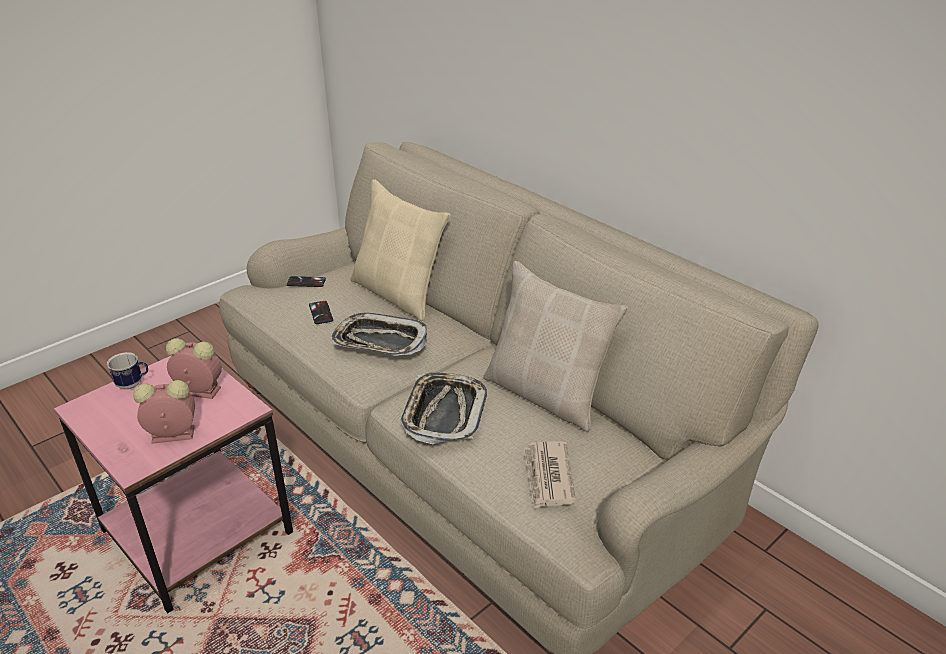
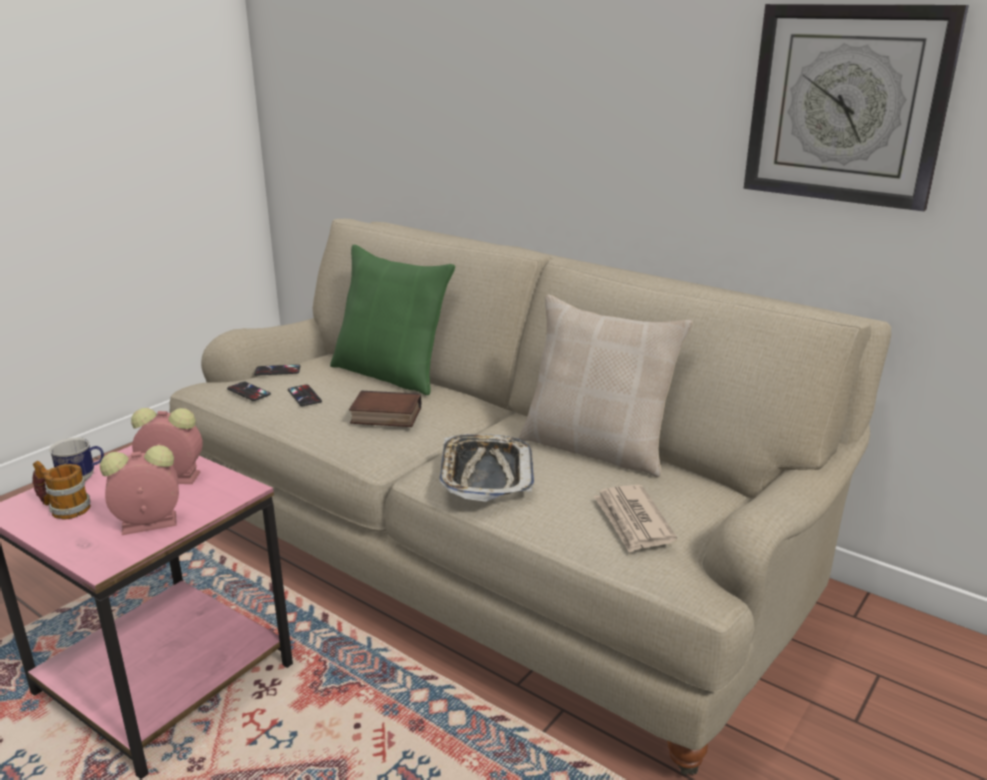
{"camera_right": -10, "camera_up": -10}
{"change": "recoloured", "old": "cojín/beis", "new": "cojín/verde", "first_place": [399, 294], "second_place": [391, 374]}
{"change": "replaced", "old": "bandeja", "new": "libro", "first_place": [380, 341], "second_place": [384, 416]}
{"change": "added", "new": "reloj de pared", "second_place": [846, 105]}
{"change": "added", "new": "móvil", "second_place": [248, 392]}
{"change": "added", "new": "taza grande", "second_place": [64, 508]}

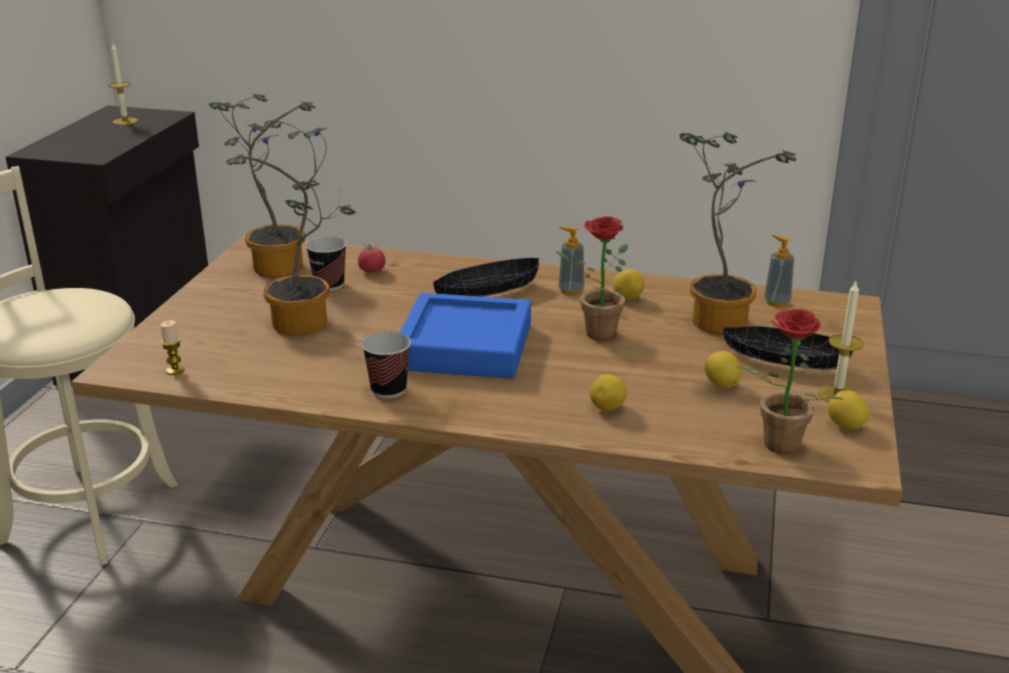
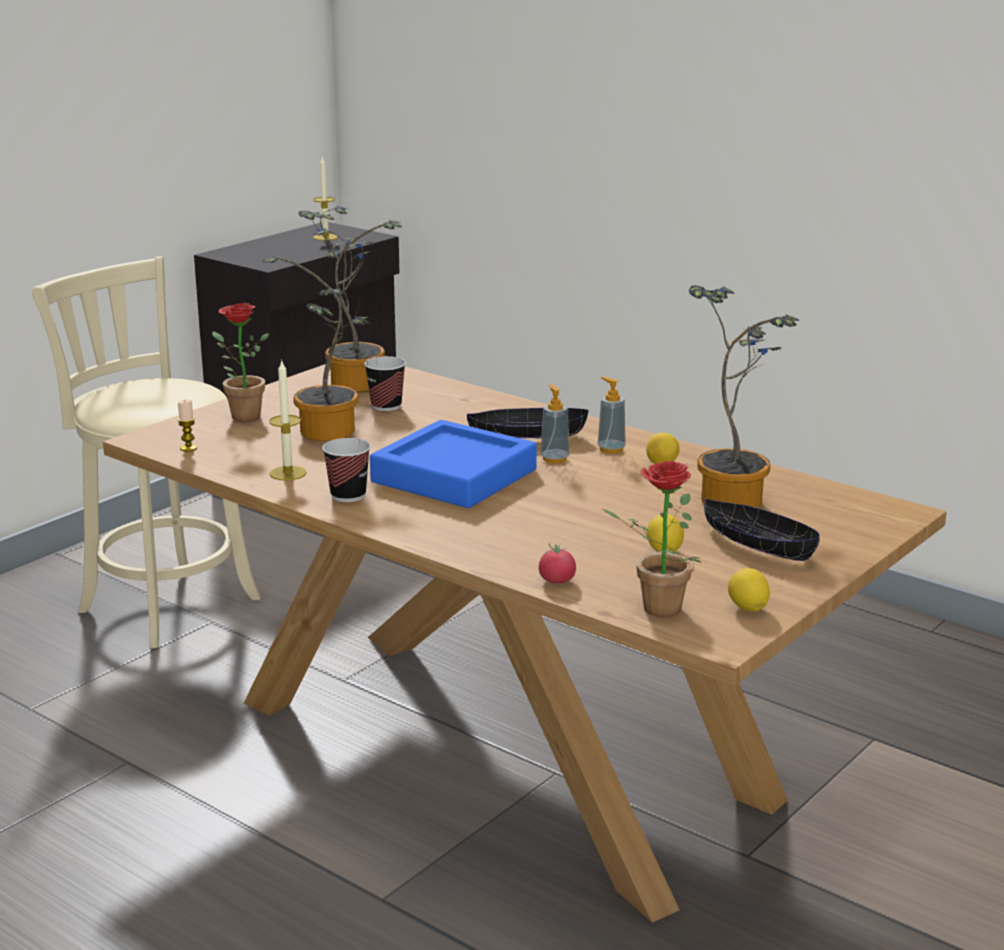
{"camera_right": 25, "camera_up": -5}
{"change": "moved", "old": "planta en maceta", "first_place": [593, 333], "second_place": [240, 416]}
{"change": "moved", "old": "dispensador de jabón", "first_place": [776, 302], "second_place": [554, 459]}
{"change": "moved", "old": "tomate", "first_place": [372, 271], "second_place": [557, 581]}
{"change": "moved", "old": "vela", "first_place": [837, 395], "second_place": [288, 473]}
{"change": "removed", "old": "limón", "first_place": [607, 408]}

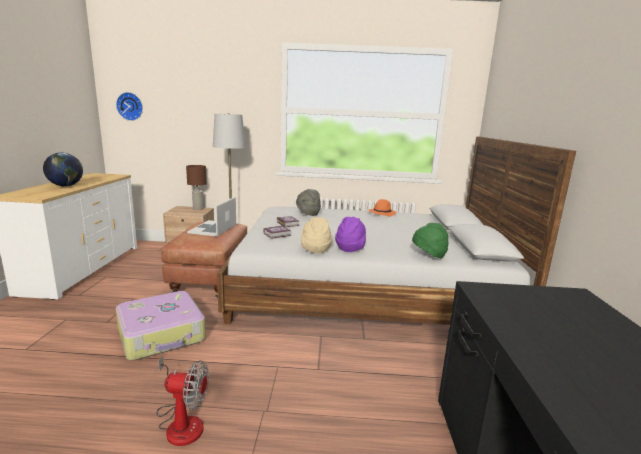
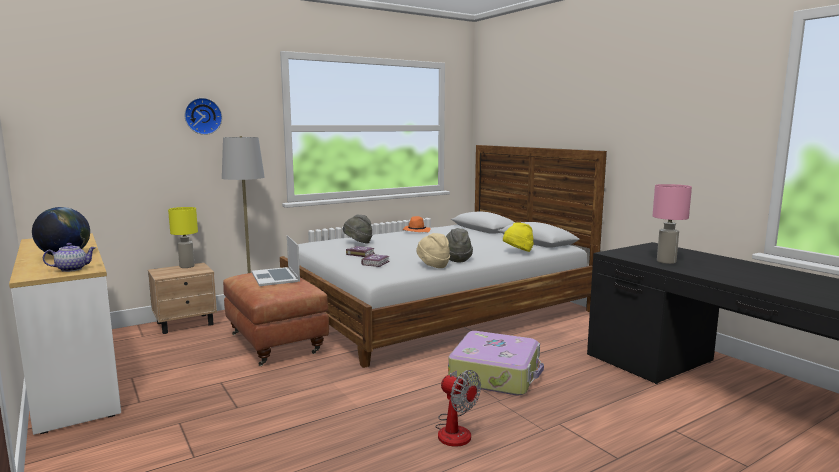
{"camera_right": -35, "camera_up": -5}
{"change": "moved", "old": "reloj de pared", "first_place": [130, 106], "second_place": [202, 116]}
{"change": "recoloured", "old": "lámpara de mesa/marrón", "new": "lámpara de mesa/amarillo", "first_place": [198, 208], "second_place": [187, 266]}
{"change": "recoloured", "old": "sombrero/morado", "new": "sombrero/gris", "first_place": [350, 248], "second_place": [456, 259]}
{"change": "recoloured", "old": "sombrero/verde", "new": "sombrero/amarillo", "first_place": [428, 255], "second_place": [518, 252]}
{"change": "moved", "old": "maleta", "first_place": [162, 334], "second_place": [495, 374]}
{"change": "turned", "old": "ventilador", "first_place": [181, 422], "second_place": [455, 430], "degrees": 75}
{"change": "added", "new": "lámpara de mesa/rosa", "second_place": [667, 262]}
{"change": "added", "new": "tetera", "second_place": [72, 269]}

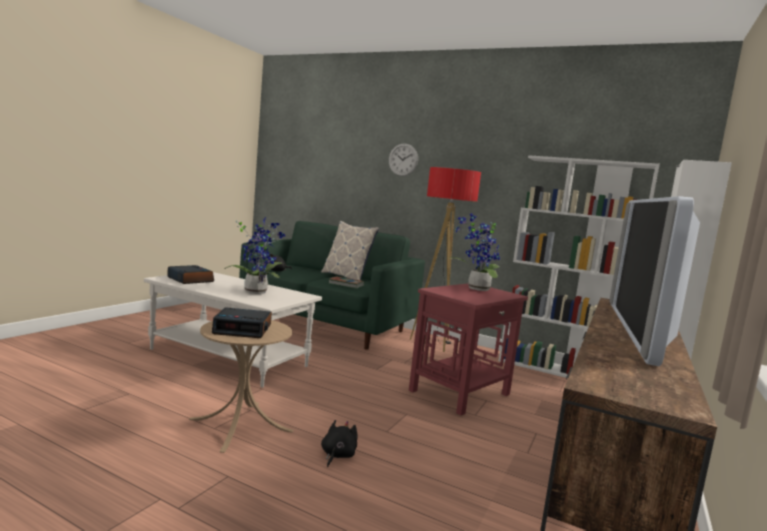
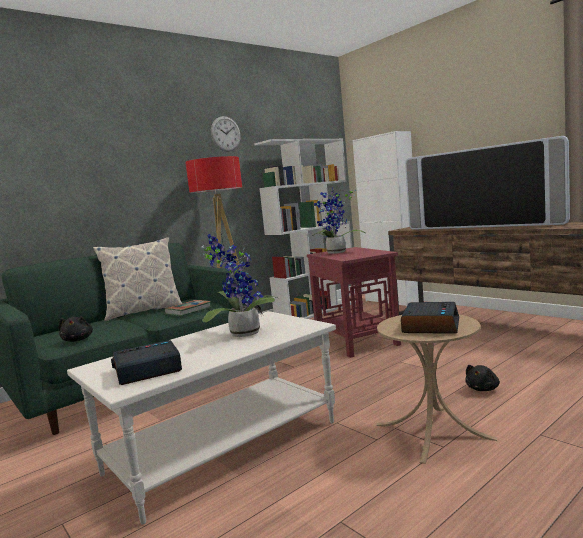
{"camera_right": -65, "camera_up": 0}
{"change": "moved", "old": "reloj de pared", "first_place": [403, 160], "second_place": [225, 134]}
{"change": "turned", "old": "peluche/negro", "first_place": [337, 455], "second_place": [483, 389], "degrees": -90}

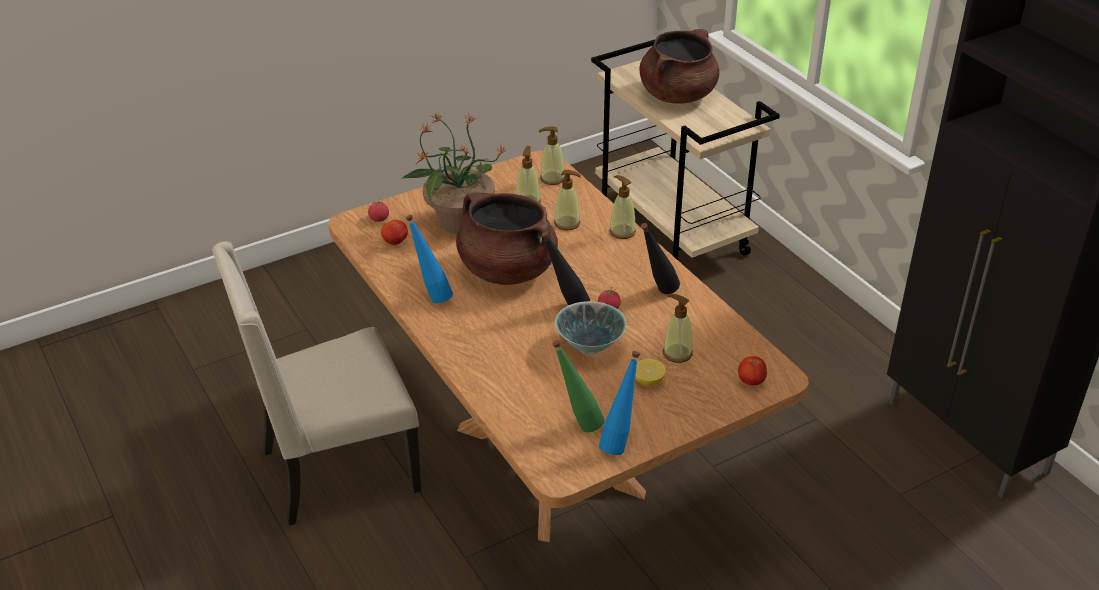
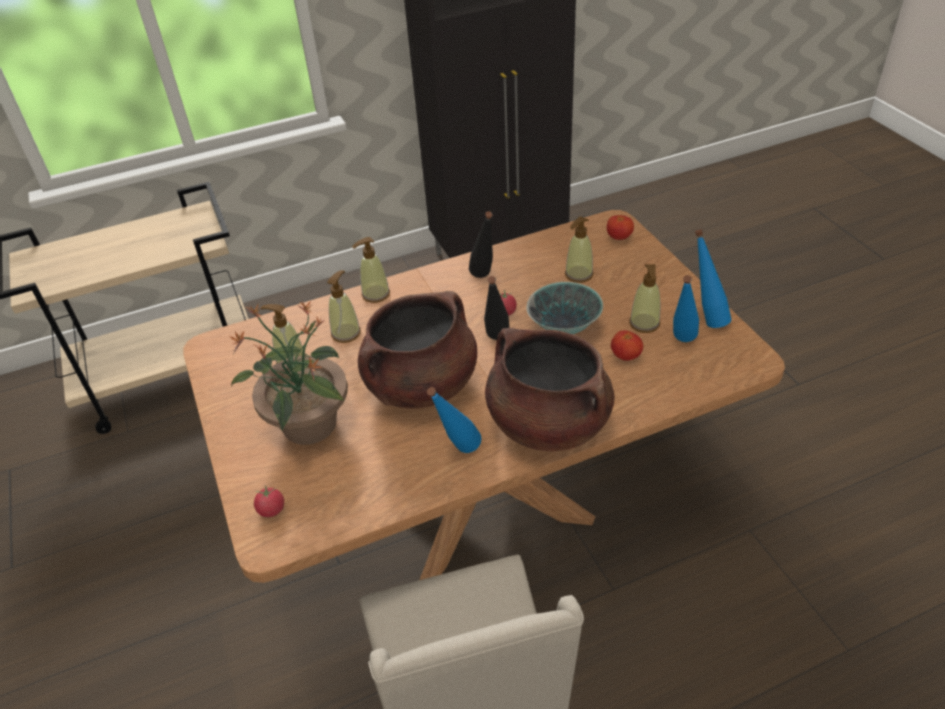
{"camera_right": -80, "camera_up": 5}
{"change": "moved", "old": "olla/marrón", "first_place": [677, 95], "second_place": [547, 423]}
{"change": "moved", "old": "dispensador de jabón", "first_place": [552, 178], "second_place": [644, 323]}
{"change": "moved", "old": "tomate", "first_place": [395, 242], "second_place": [625, 356]}
{"change": "recoloured", "old": "botella/verde", "new": "botella/azul", "first_place": [578, 424], "second_place": [681, 343]}
{"change": "removed", "old": "limón", "first_place": [648, 381]}

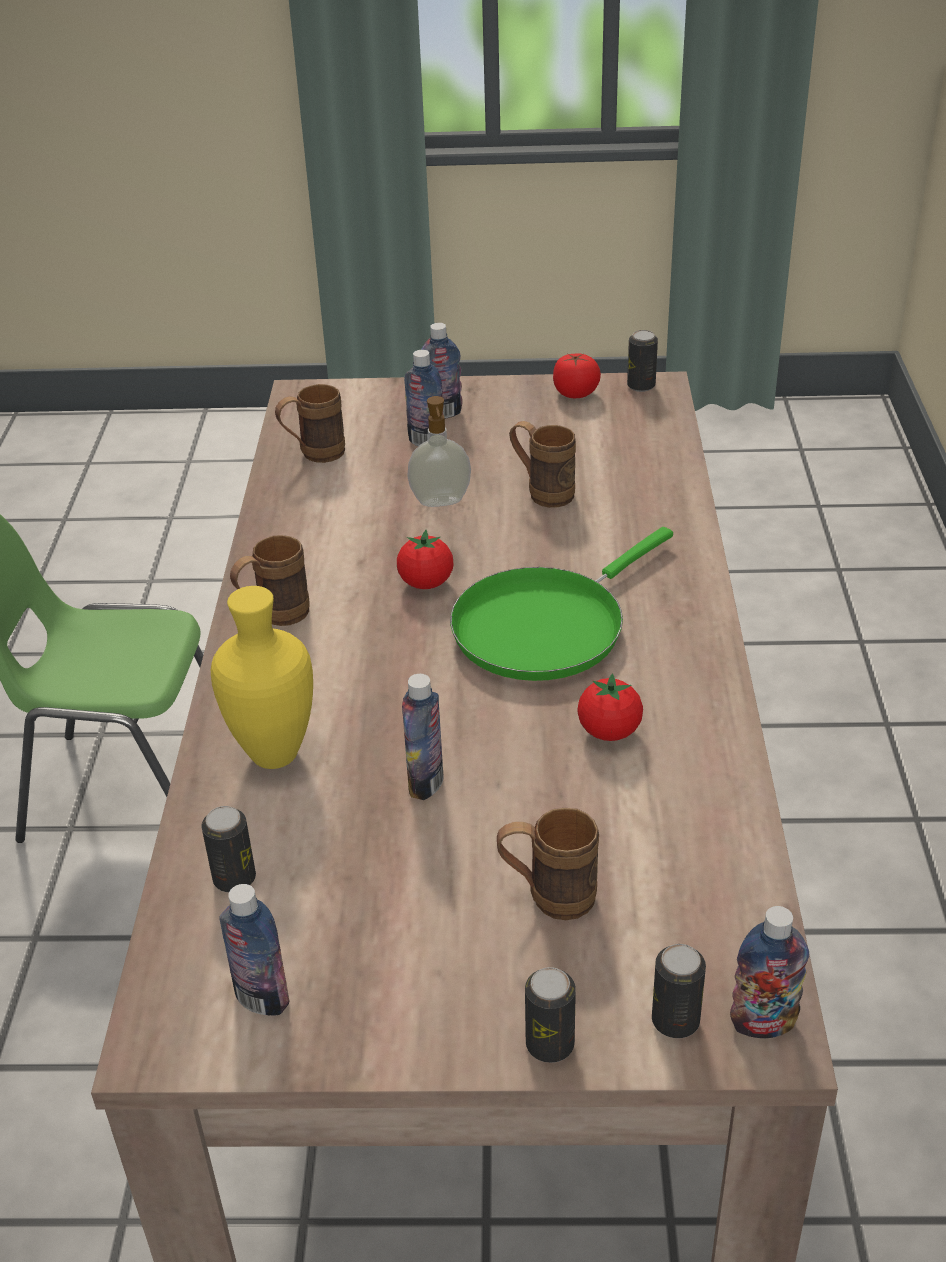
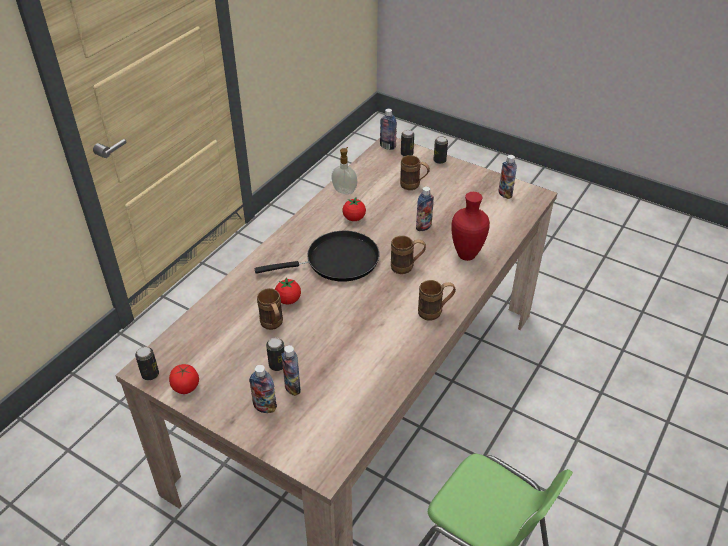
{"camera_right": -150, "camera_up": 5}
{"change": "moved", "old": "taza grande/marrón", "first_place": [313, 455], "second_place": [407, 267]}
{"change": "moved", "old": "dispensador de jabón", "first_place": [441, 502], "second_place": [345, 191]}
{"change": "recoloured", "old": "sartén/verde", "new": "sartén/negro", "first_place": [546, 626], "second_place": [337, 261]}
{"change": "moved", "old": "tomate", "first_place": [426, 583], "second_place": [288, 300]}
{"change": "recoloured", "old": "florero/amarillo", "new": "florero/rojo", "first_place": [274, 752], "second_place": [466, 256]}
{"change": "moved", "old": "lata", "first_place": [234, 878], "second_place": [277, 365]}

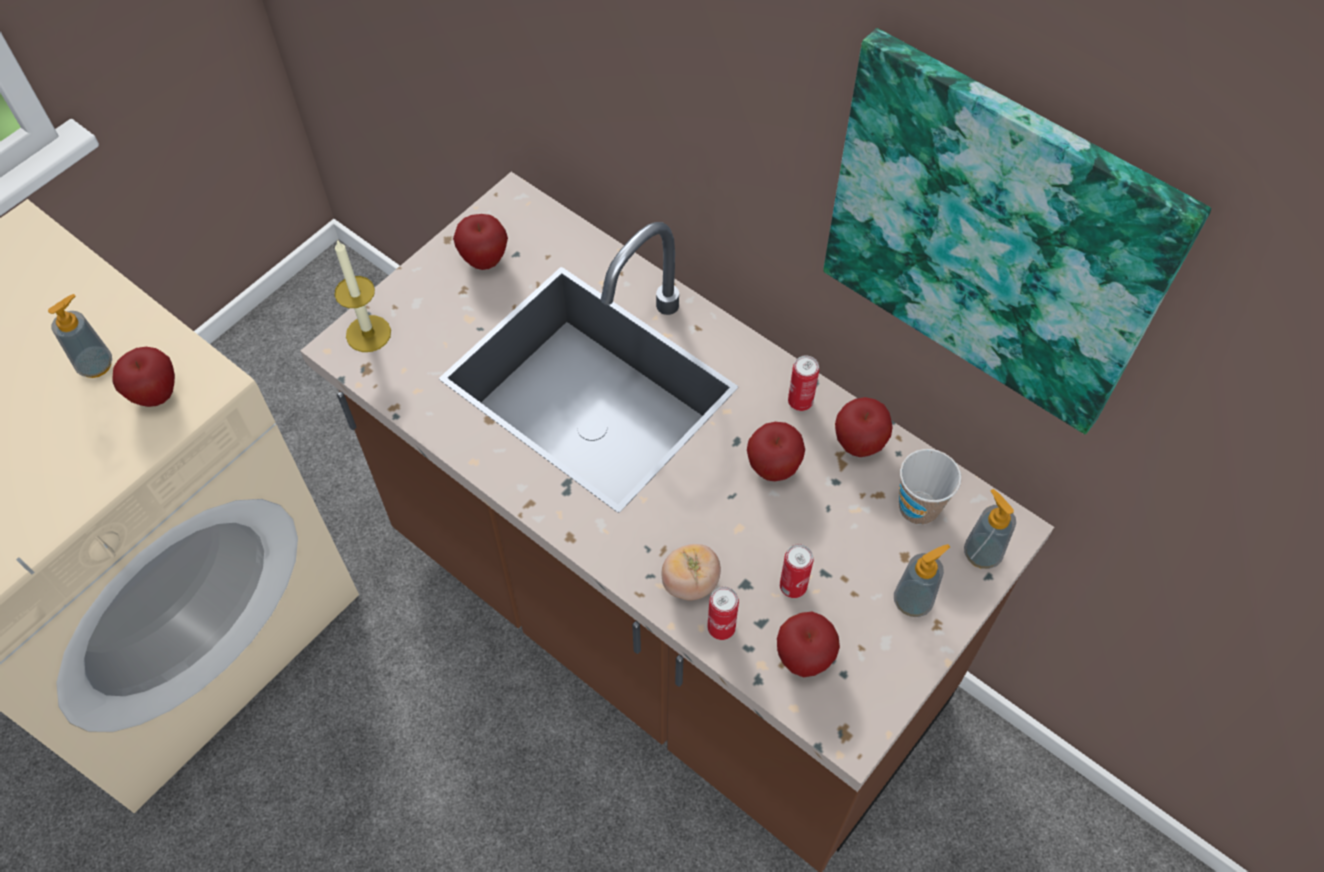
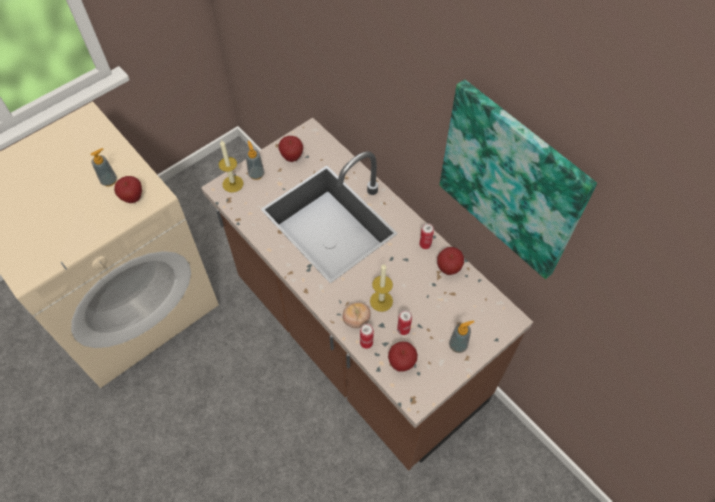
{"camera_right": 10, "camera_up": 0}
{"change": "removed", "old": "manzana", "first_place": [773, 468]}
{"change": "removed", "old": "taza", "first_place": [918, 508]}
{"change": "moved", "old": "dispensador de jabón", "first_place": [982, 554], "second_place": [256, 174]}
{"change": "added", "new": "vela", "second_place": [381, 301]}

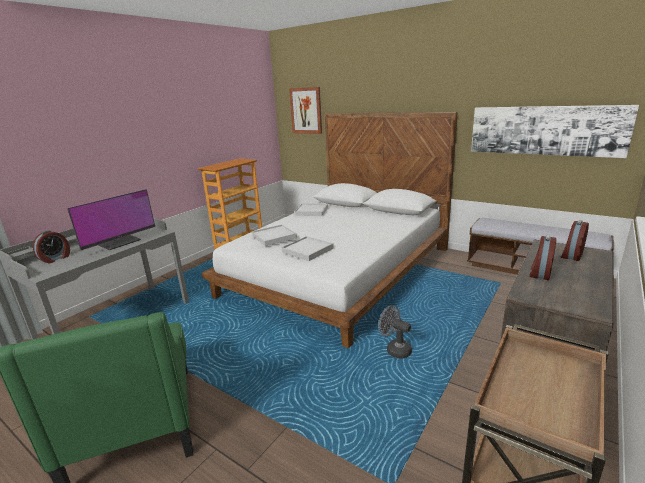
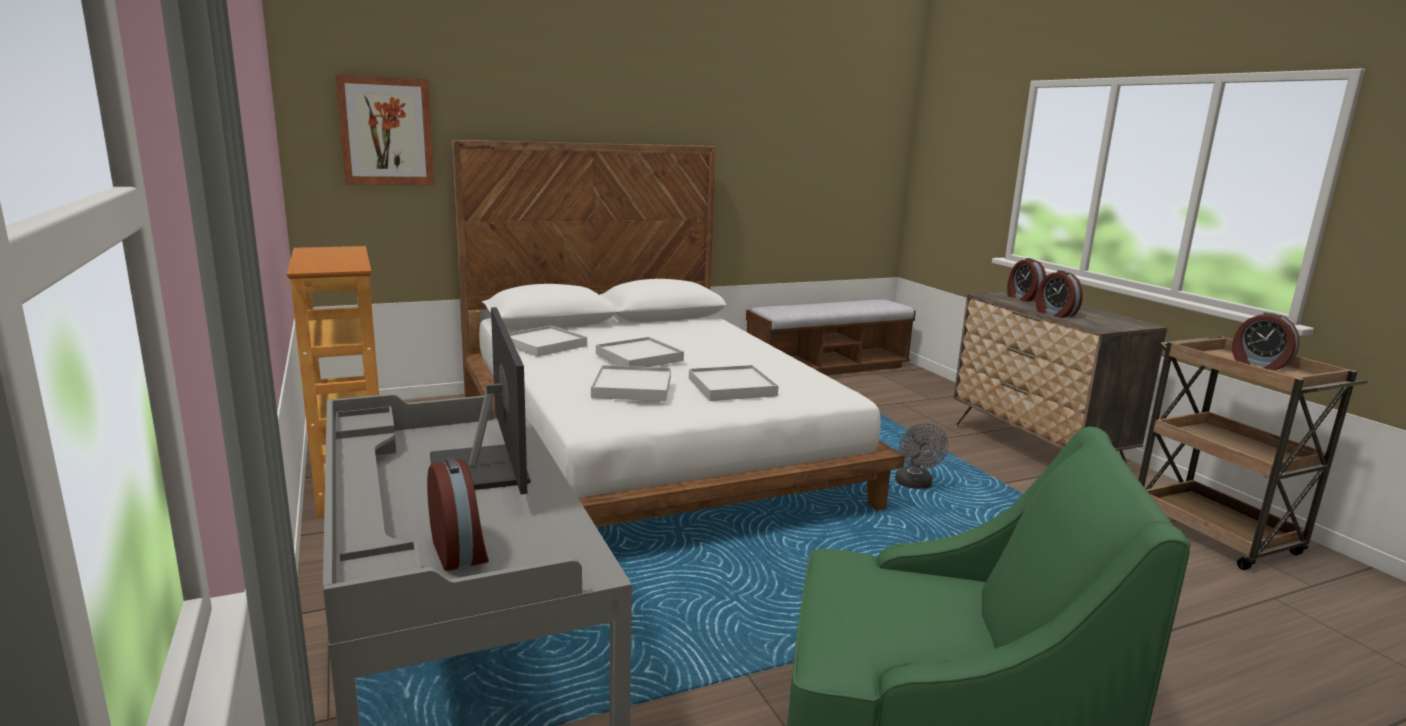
{"camera_right": -60, "camera_up": -5}
{"change": "removed", "old": "cuadro", "first_place": [545, 130]}
{"change": "turned", "old": "ventilador/gris", "first_place": [395, 349], "second_place": [915, 485], "degrees": -75}
{"change": "added", "new": "despertador", "second_place": [1259, 364]}
{"change": "added", "new": "bandeja/blanco", "second_place": [639, 357]}

